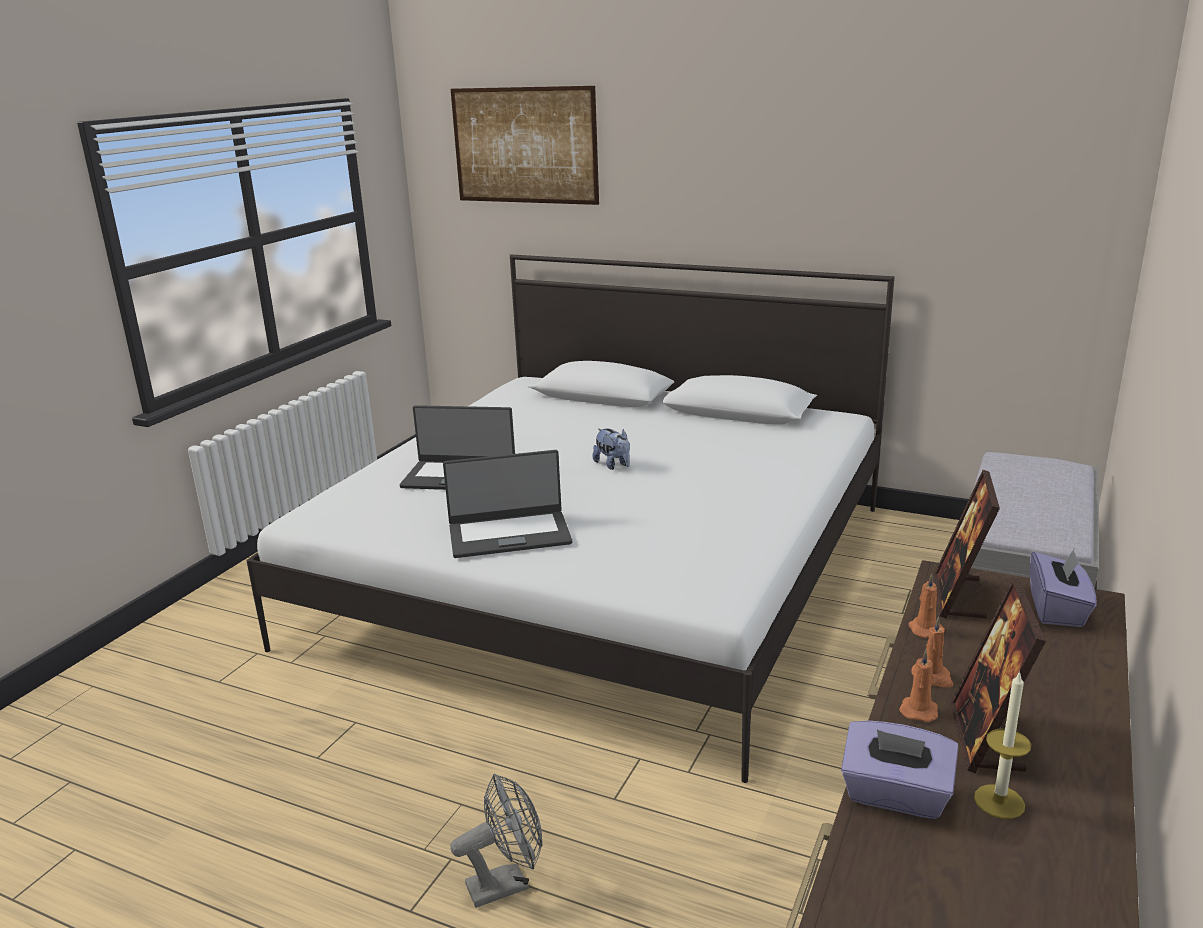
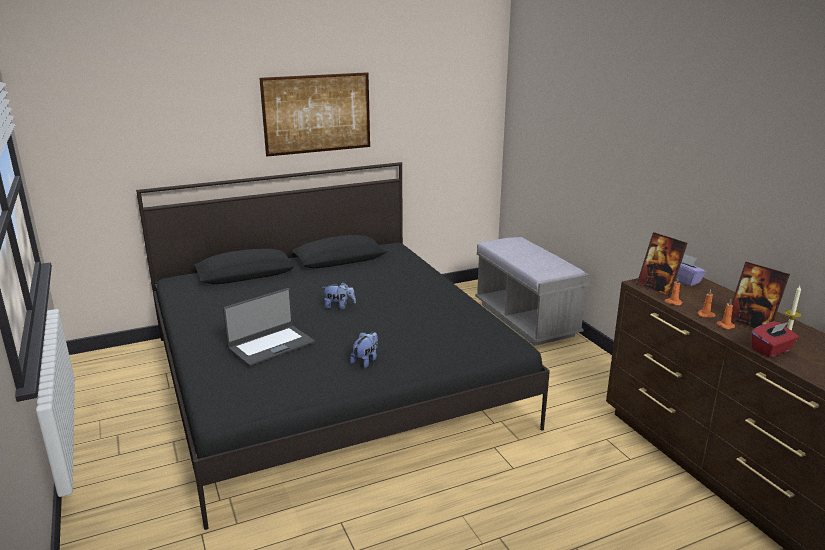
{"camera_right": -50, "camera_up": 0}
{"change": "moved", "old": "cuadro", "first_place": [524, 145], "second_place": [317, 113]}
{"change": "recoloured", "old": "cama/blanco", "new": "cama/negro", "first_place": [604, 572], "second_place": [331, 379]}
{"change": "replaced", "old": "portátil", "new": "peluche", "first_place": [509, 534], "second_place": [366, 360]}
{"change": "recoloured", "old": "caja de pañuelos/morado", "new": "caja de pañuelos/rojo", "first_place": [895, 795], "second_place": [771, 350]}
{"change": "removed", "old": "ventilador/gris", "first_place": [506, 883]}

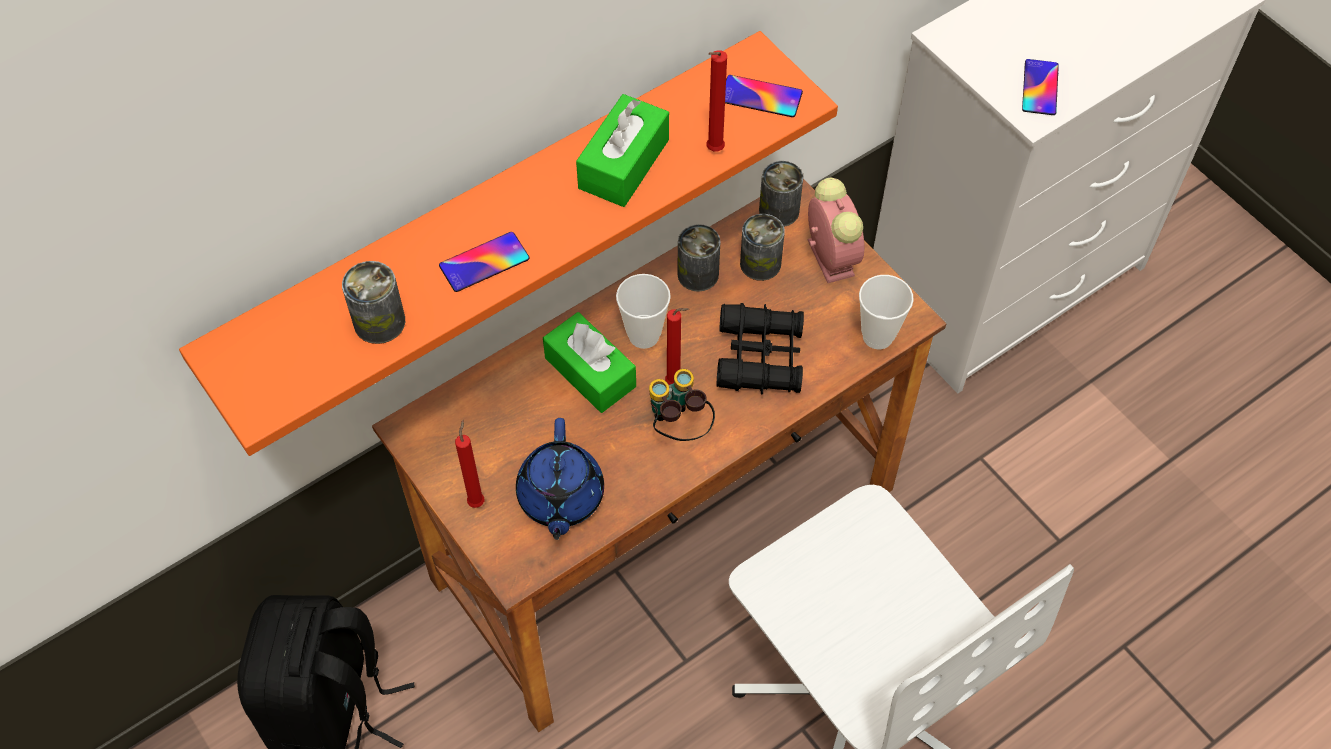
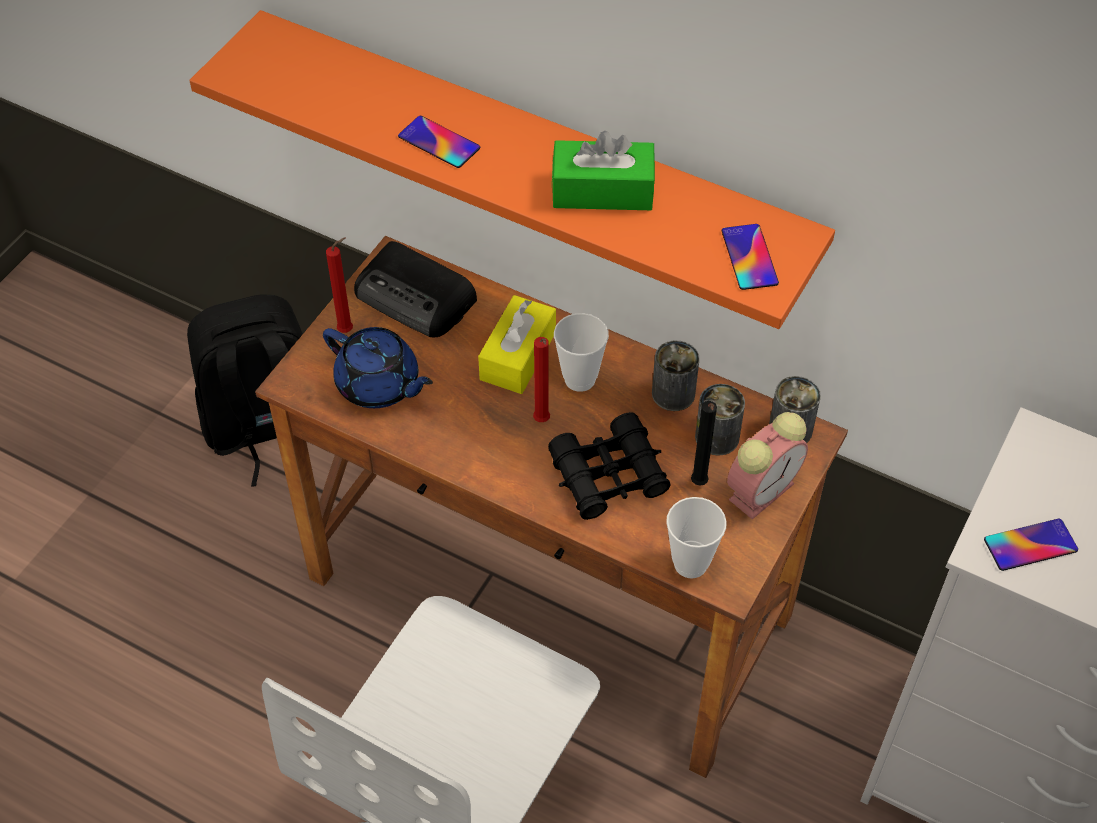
{"camera_right": 65, "camera_up": -5}
{"change": "removed", "old": "vela/rojo", "first_place": [713, 151]}
{"change": "removed", "old": "lata", "first_place": [379, 322]}
{"change": "recoloured", "old": "caja de pañuelos/verde", "new": "caja de pañuelos/amarillo", "first_place": [590, 372], "second_place": [518, 356]}
{"change": "removed", "old": "prismáticos", "first_place": [678, 427]}
{"change": "turned", "old": "tetera/azul", "first_place": [560, 497], "second_place": [379, 385], "degrees": -120}
{"change": "added", "new": "radio", "second_place": [416, 297]}
{"change": "added", "new": "vela/negro", "second_place": [699, 485]}

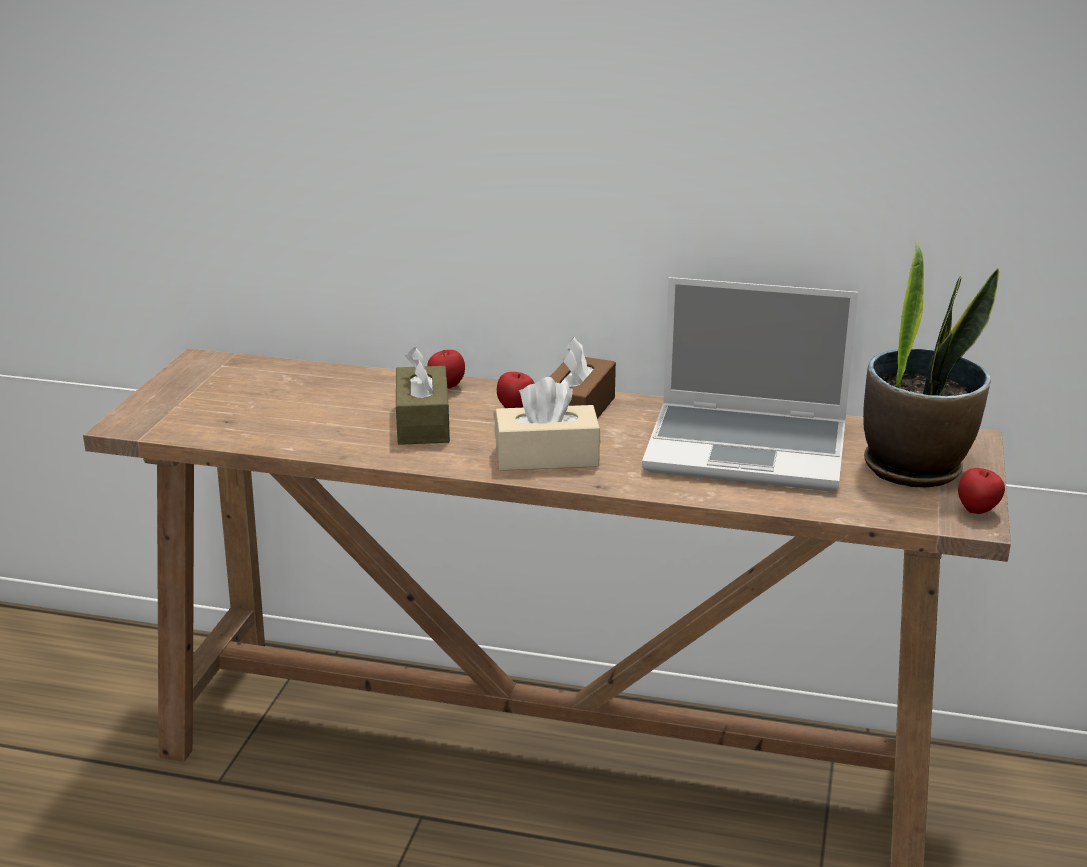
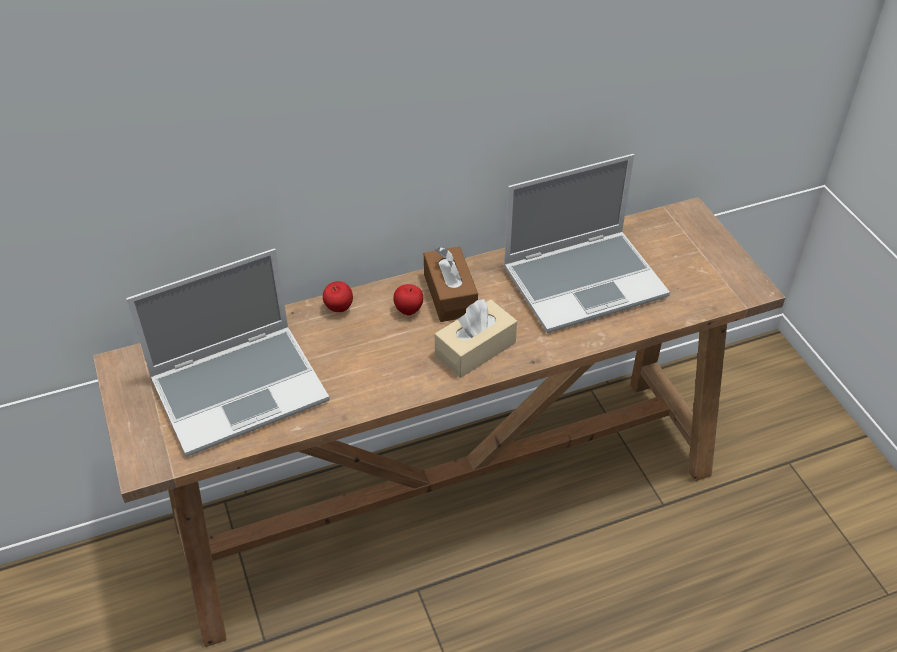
{"camera_right": -35, "camera_up": 20}
{"change": "removed", "old": "planta en maceta", "first_place": [914, 467]}
{"change": "removed", "old": "caja de pañuelos/marrón", "first_place": [423, 423]}
{"change": "removed", "old": "manzana", "first_place": [978, 511]}
{"change": "added", "new": "portátil", "second_place": [241, 389]}

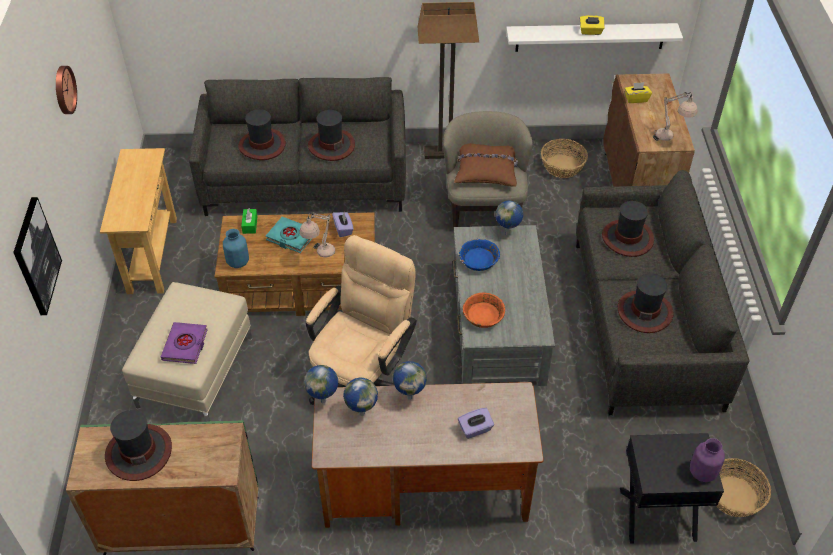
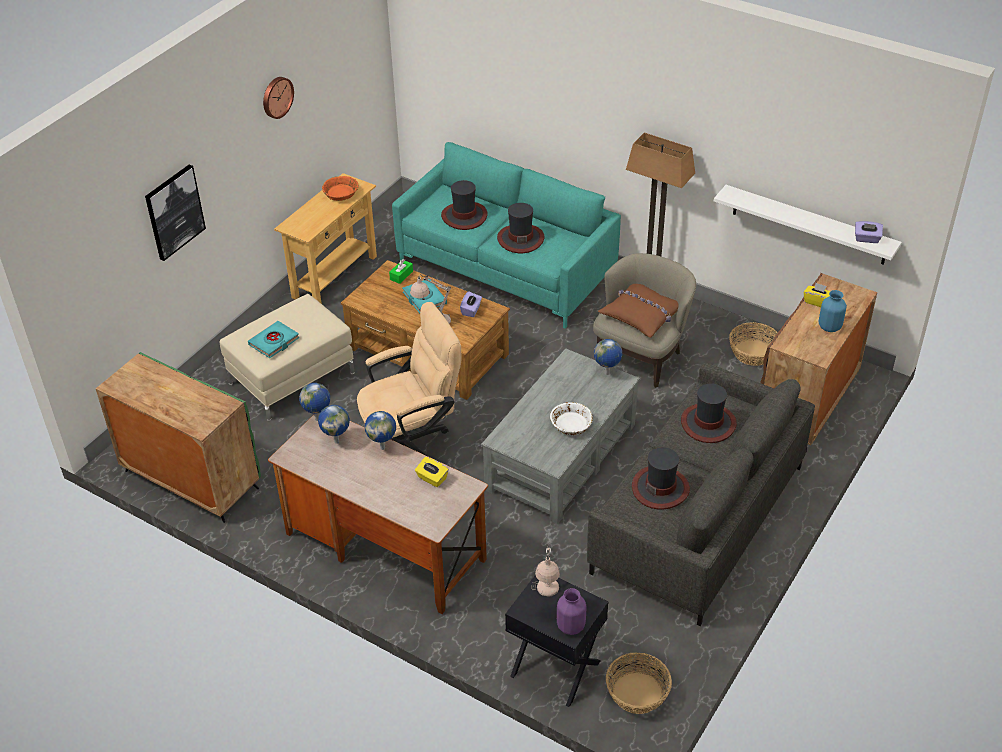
{"camera_right": 35, "camera_up": -5}
{"change": "moved", "old": "caja de pañuelos/amarillo", "first_place": [590, 31], "second_place": [432, 478]}
{"change": "recoloured", "old": "sofá/gris", "new": "sofá/turquesa", "first_place": [305, 180], "second_place": [506, 268]}
{"change": "moved", "old": "lámpara de mesa/beis", "first_place": [670, 140], "second_place": [546, 597]}
{"change": "moved", "old": "florero/azul", "first_place": [238, 262], "second_place": [830, 327]}
{"change": "removed", "old": "cuenco/azul", "first_place": [479, 260]}
{"change": "moved", "old": "cuenco/naranja", "first_place": [483, 316], "second_place": [341, 194]}
{"change": "recoloured", "old": "libro/morado", "new": "libro/turquesa", "first_place": [185, 345], "second_place": [274, 342]}
{"change": "moved", "old": "caja de pañuelos/morado", "first_place": [475, 429], "second_place": [866, 239]}
{"change": "removed", "old": "sombrero", "first_place": [139, 452]}
{"change": "added", "new": "cuenco/blanco", "second_place": [571, 425]}

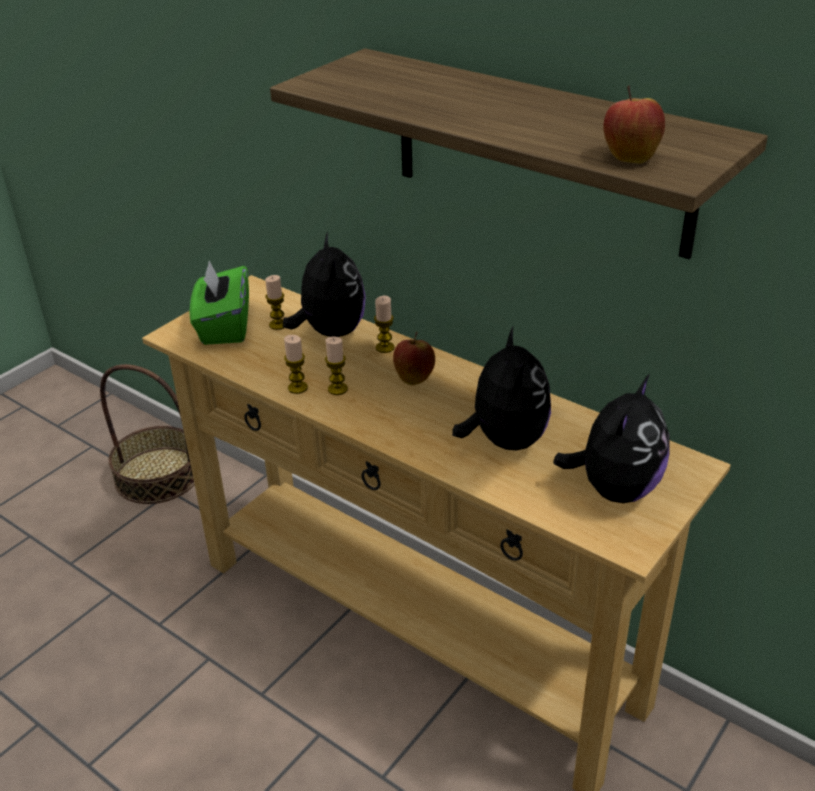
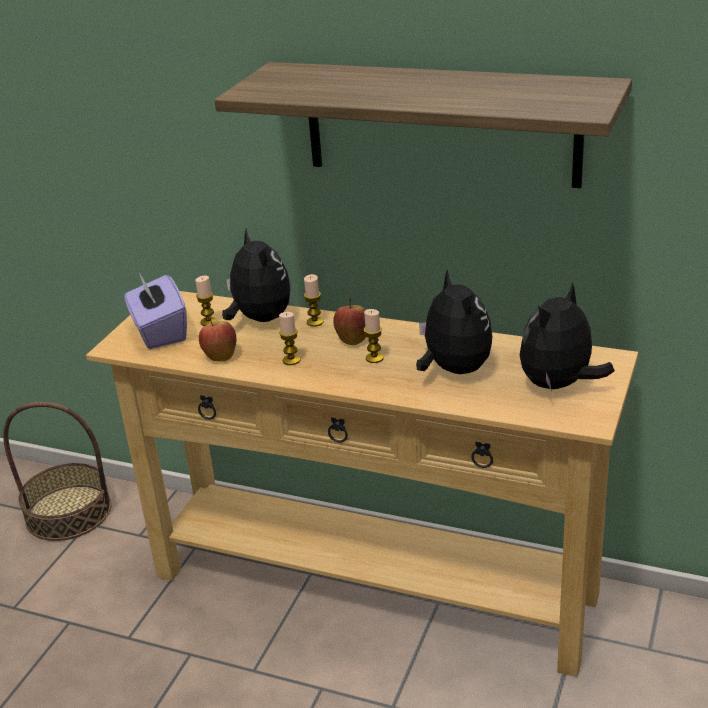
{"camera_right": -15, "camera_up": -5}
{"change": "moved", "old": "manzana", "first_place": [630, 157], "second_place": [220, 356]}
{"change": "recoloured", "old": "caja de pañuelos/verde", "new": "caja de pañuelos/morado", "first_place": [224, 326], "second_place": [159, 332]}
{"change": "moved", "old": "vela", "first_place": [297, 388], "second_place": [374, 358]}
{"change": "turned", "old": "peluche", "first_place": [615, 488], "second_place": [559, 385], "degrees": -150}

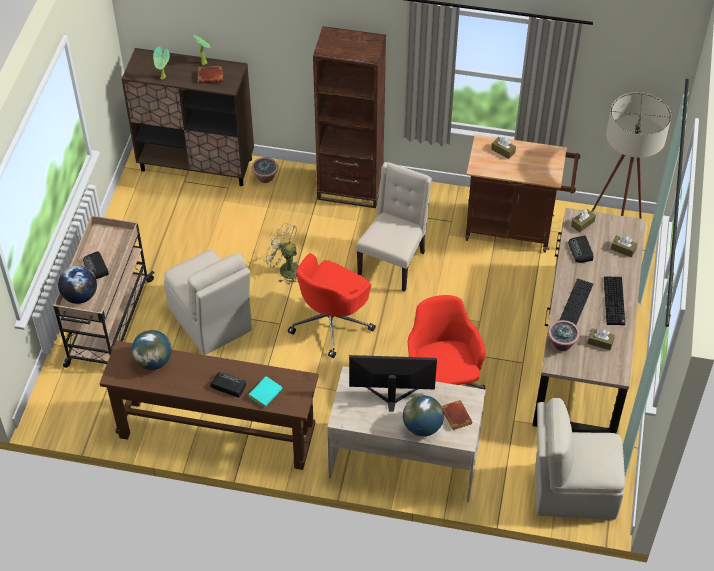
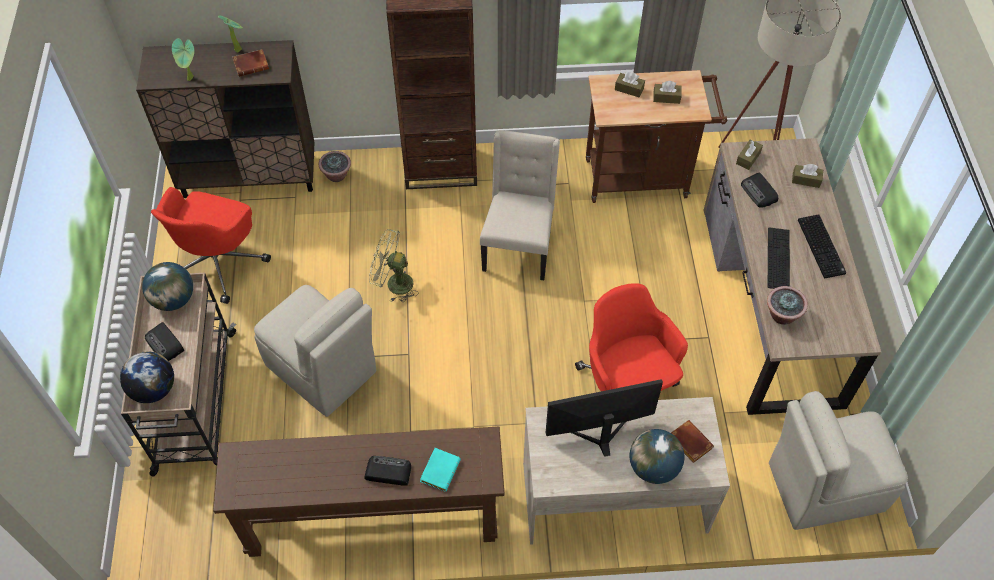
{"camera_right": -15, "camera_up": 5}
{"change": "moved", "old": "silla de oficina/rojo", "first_place": [332, 322], "second_place": [219, 262]}
{"change": "moved", "old": "caja de pañuelos/marrón", "first_place": [600, 342], "second_place": [666, 97]}
{"change": "moved", "old": "globo terráqueo", "first_place": [153, 361], "second_place": [173, 299]}

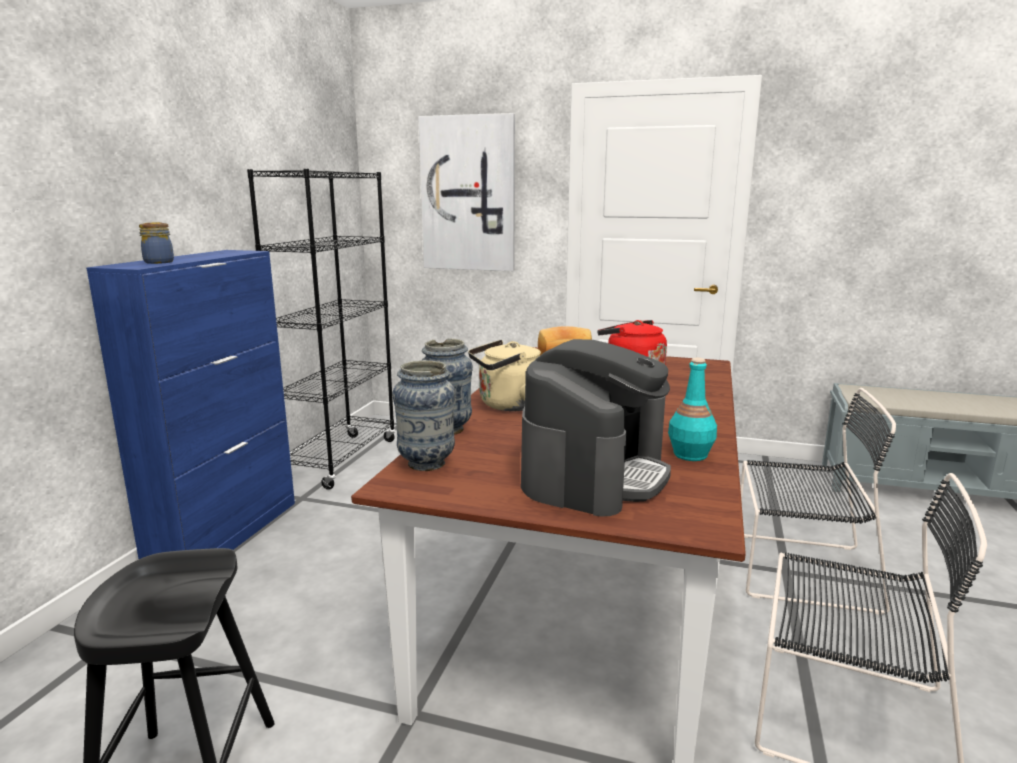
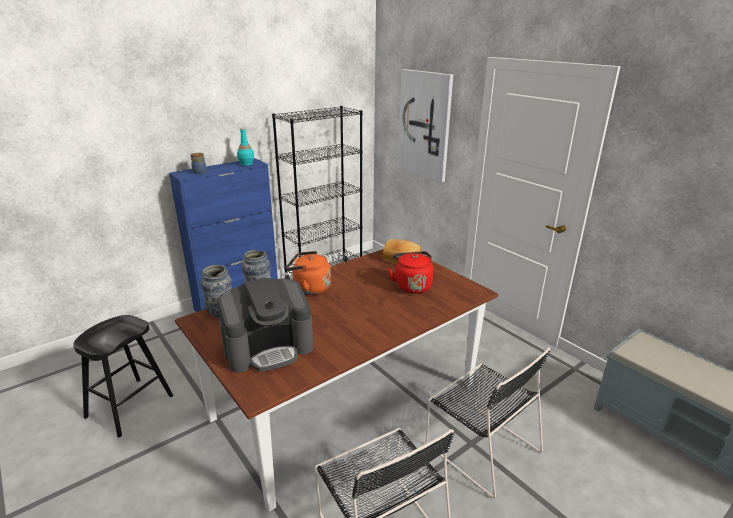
{"camera_right": 35, "camera_up": 10}
{"change": "recoloured", "old": "hervidor/beis", "new": "hervidor/naranja", "first_place": [508, 405], "second_place": [309, 288]}
{"change": "moved", "old": "botella/turquesa", "first_place": [690, 455], "second_place": [246, 164]}

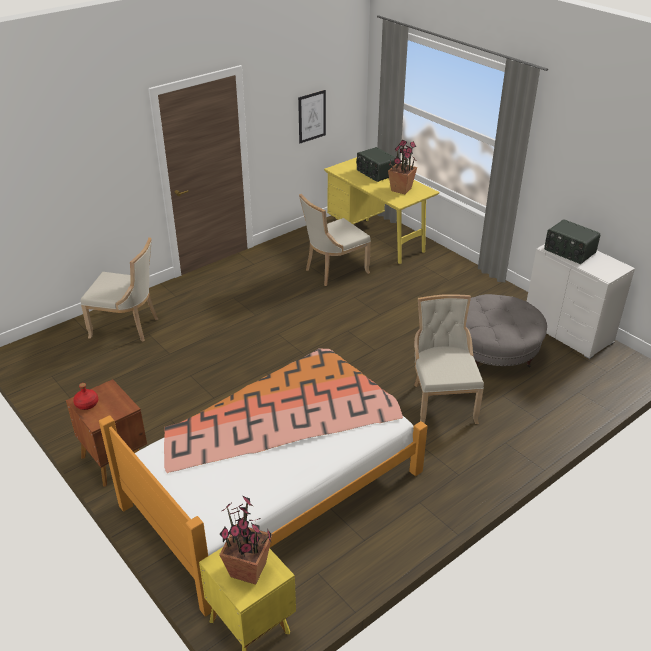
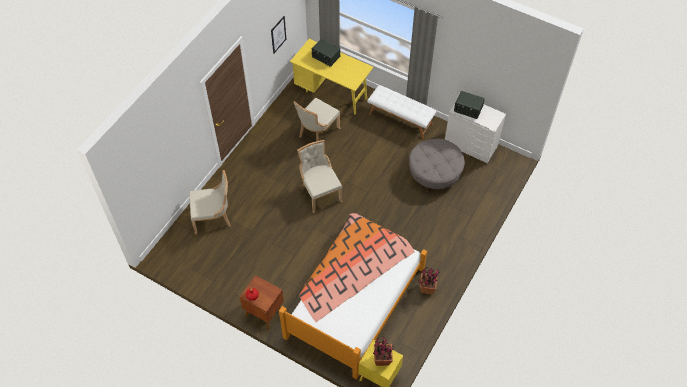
{"camera_right": -20, "camera_up": 20}
{"change": "moved", "old": "planta en maceta", "first_place": [401, 189], "second_place": [427, 288]}
{"change": "moved", "old": "silla/beis", "first_place": [441, 401], "second_place": [320, 192]}
{"change": "added", "new": "banco/blanco", "second_place": [400, 119]}

